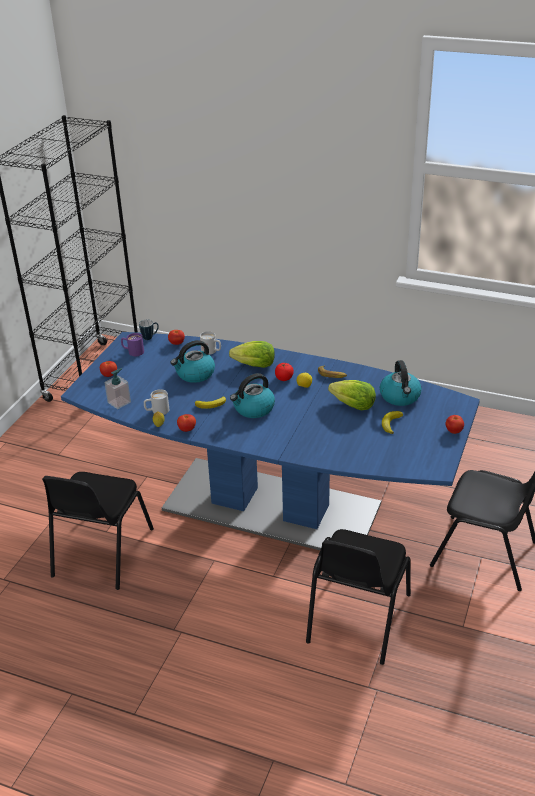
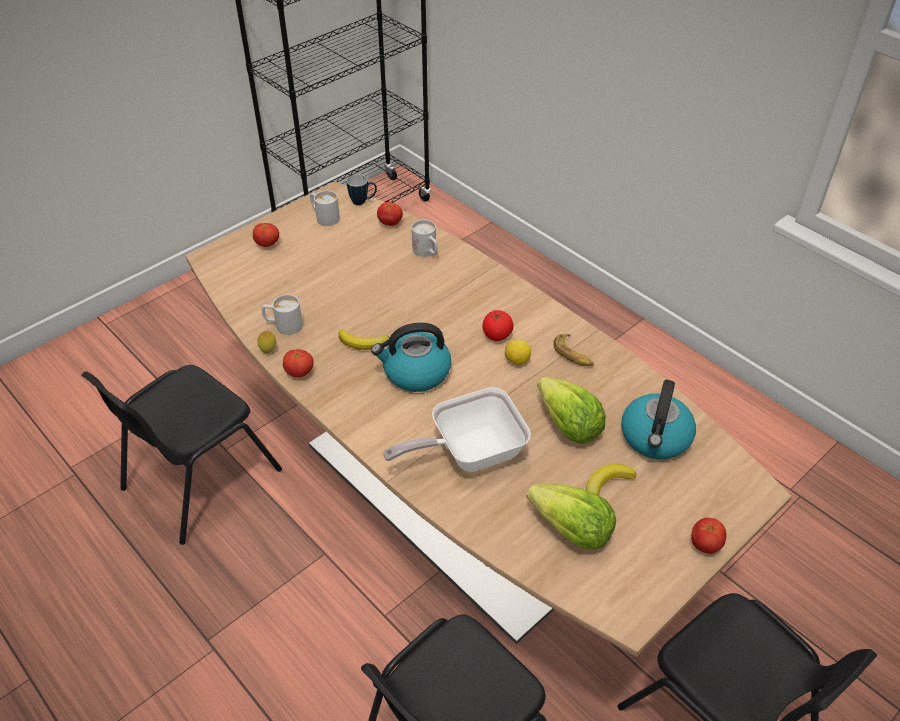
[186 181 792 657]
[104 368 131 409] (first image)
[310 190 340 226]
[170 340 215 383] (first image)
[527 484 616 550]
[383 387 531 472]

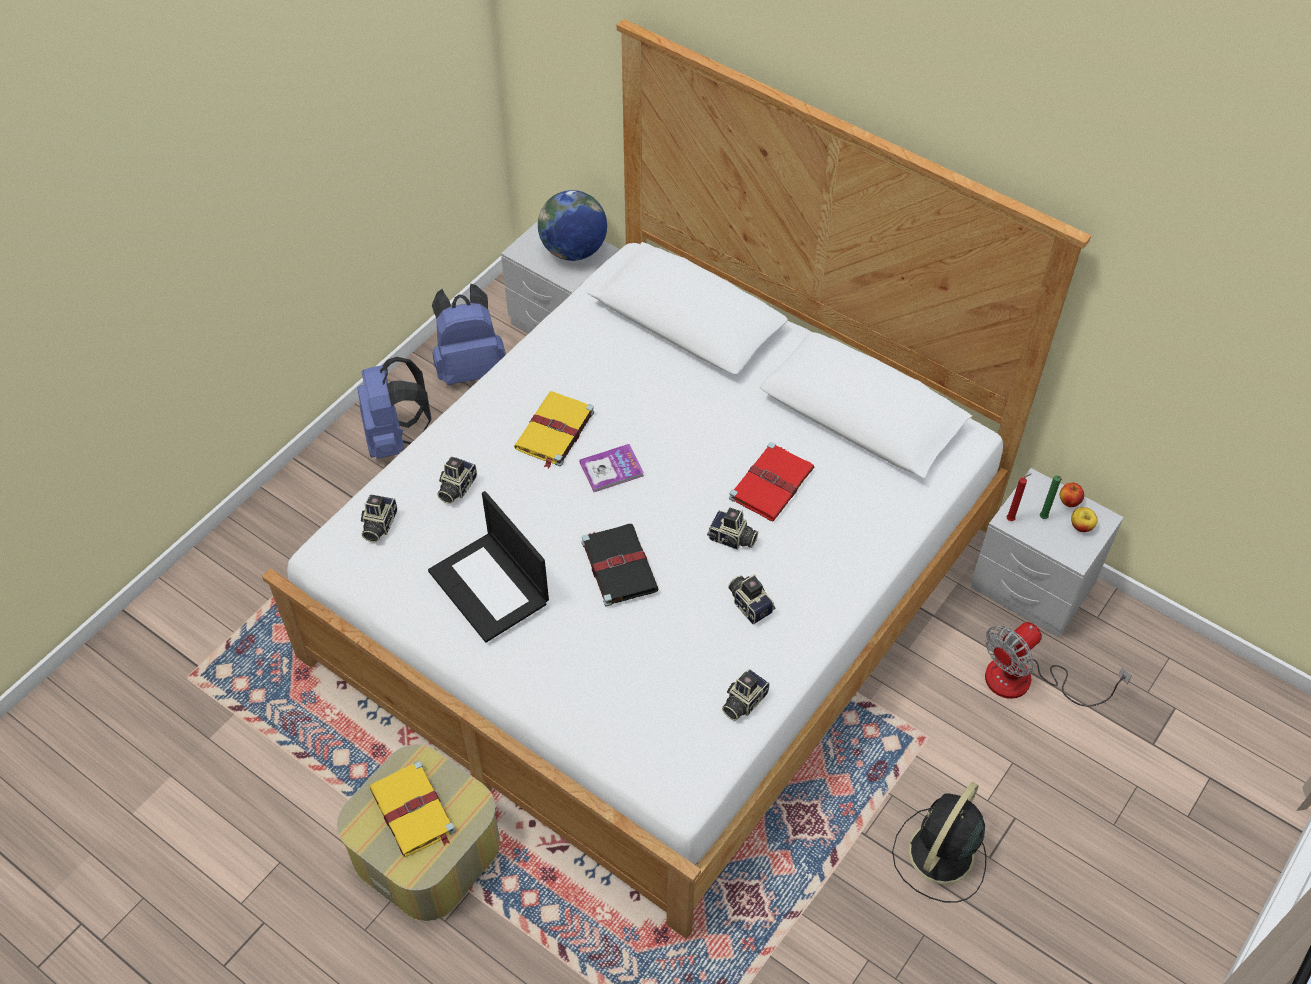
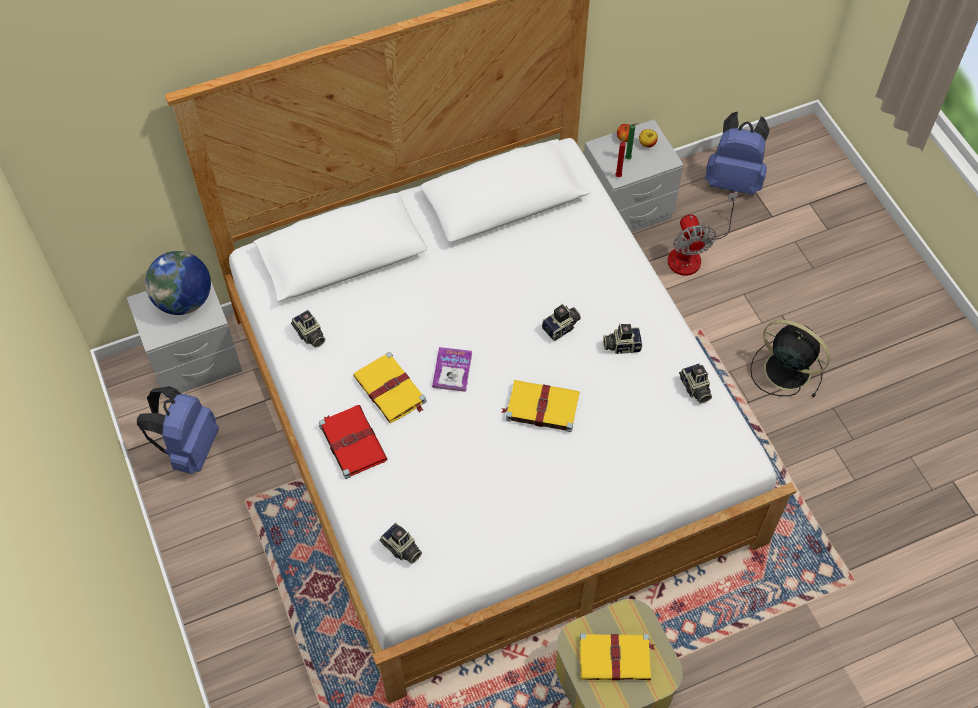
[705 112 770 195]
[428 491 549 643] (first image)
[291 310 325 348]
[502 380 580 432]
[319 405 387 479]
[750 320 830 398]

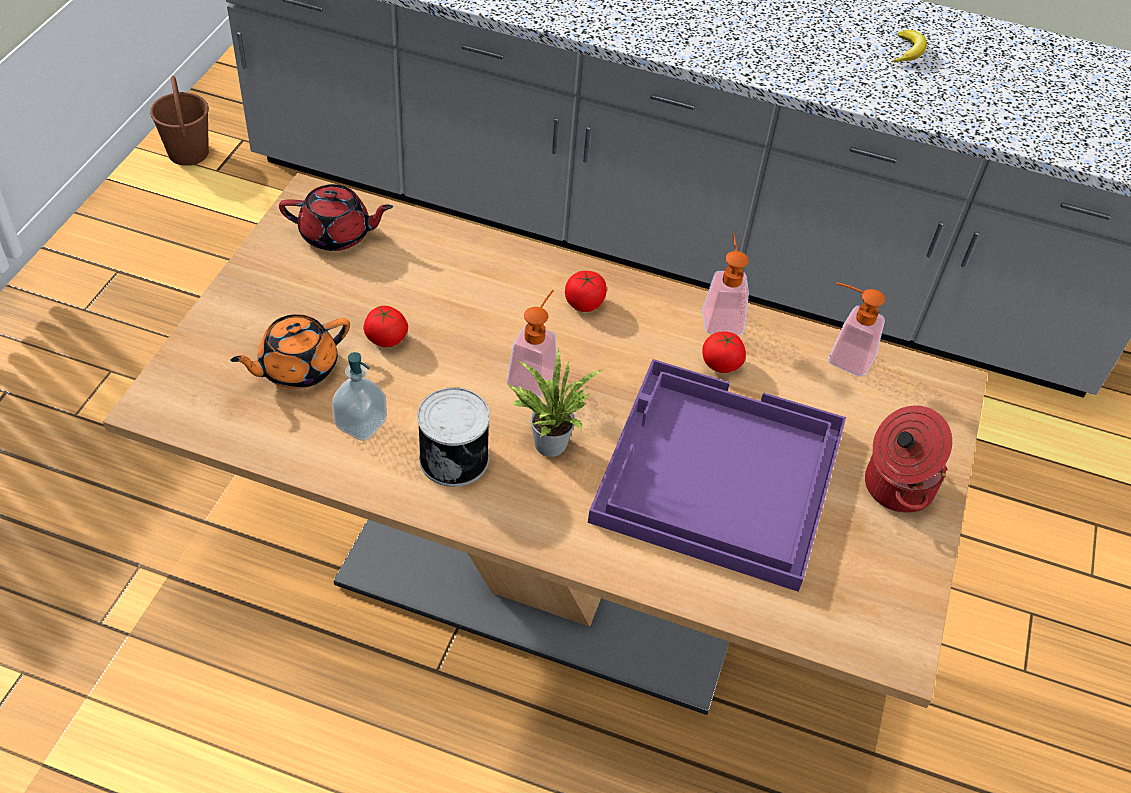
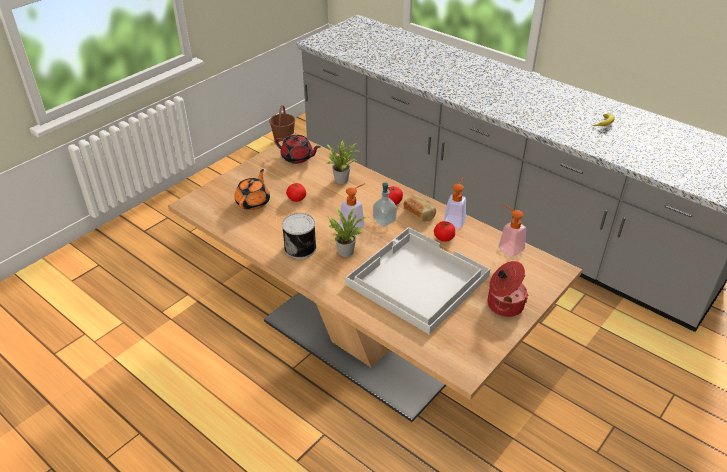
[235 169 270 210]
[373 183 397 227]
[345 227 490 335]
[326 140 359 184]
[403 194 436 222]

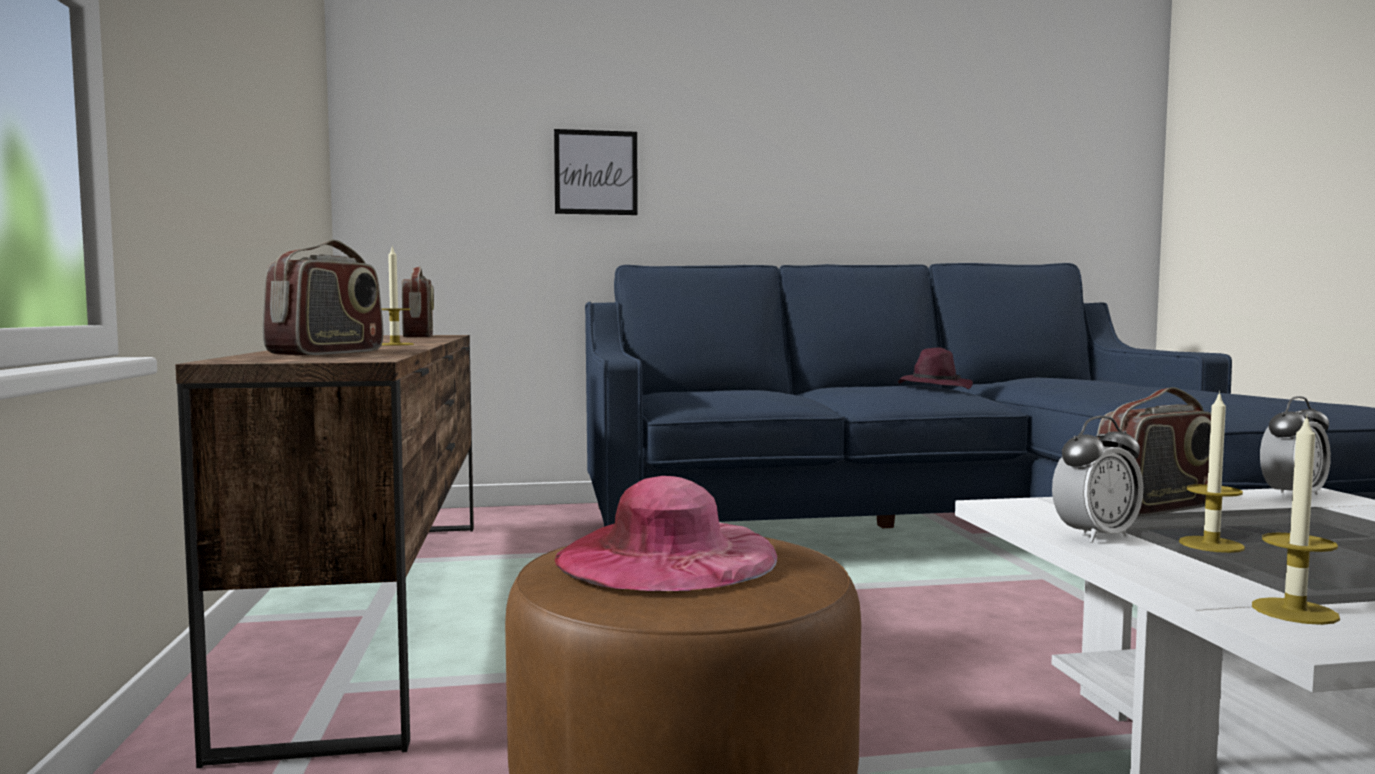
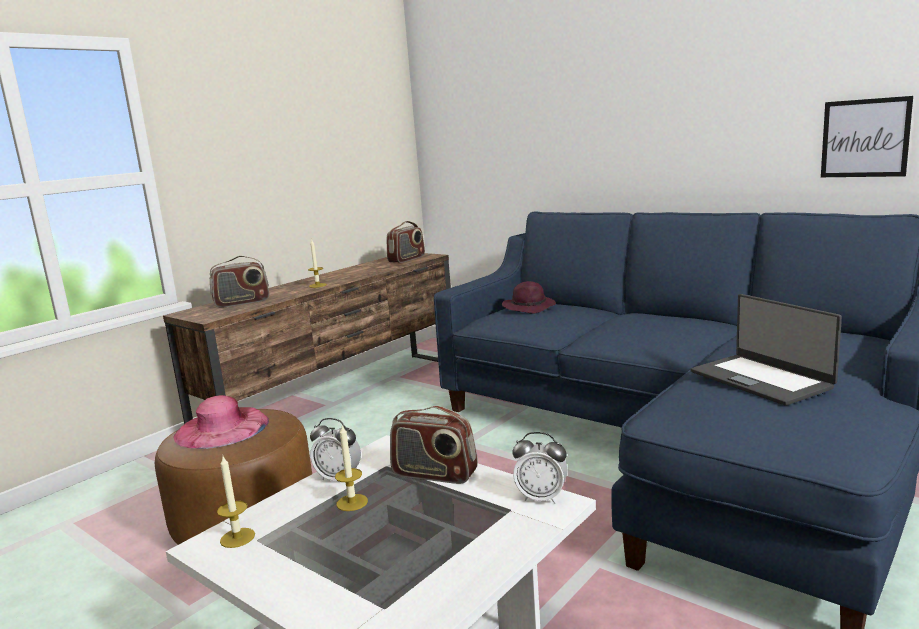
[821 96 913 177]
[502 281 556 314]
[691 294 842 406]

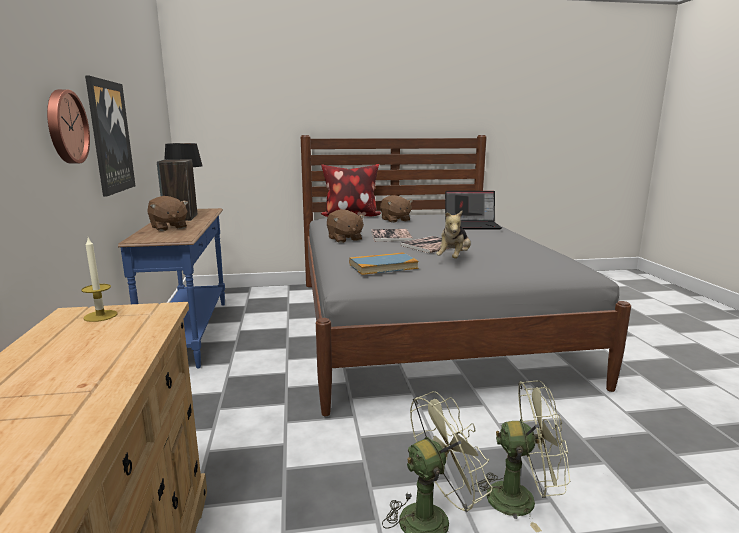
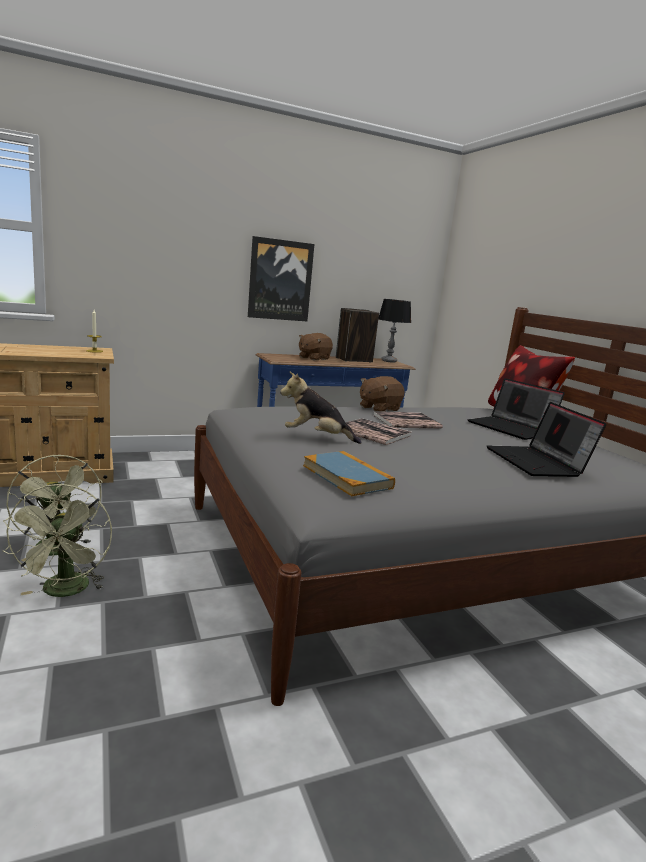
[47 89 90 164] (first image)
[303 451 395 496]
[468 378 565 440]

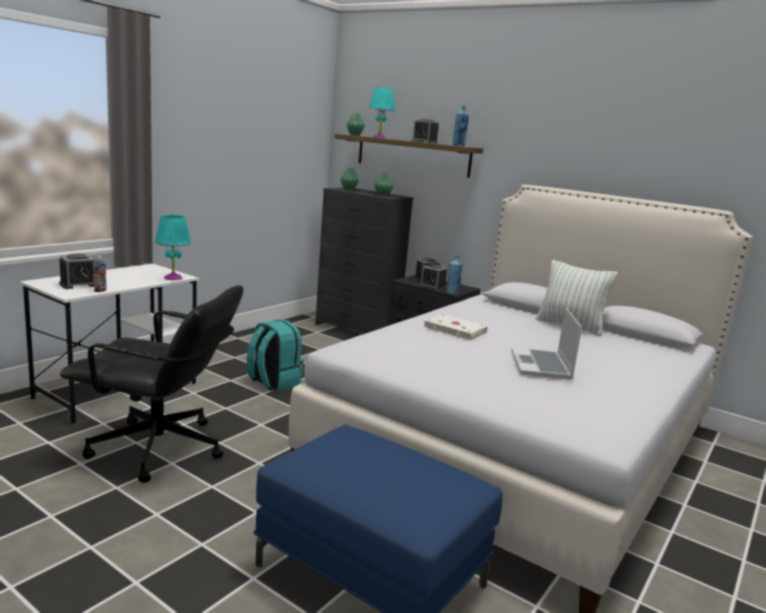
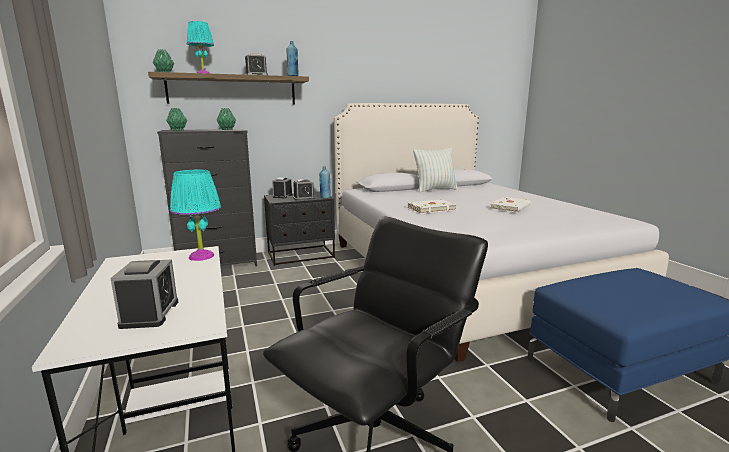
[93 257 106 292] (first image)
[247 319 304 391] (first image)
[490 197 531 212]

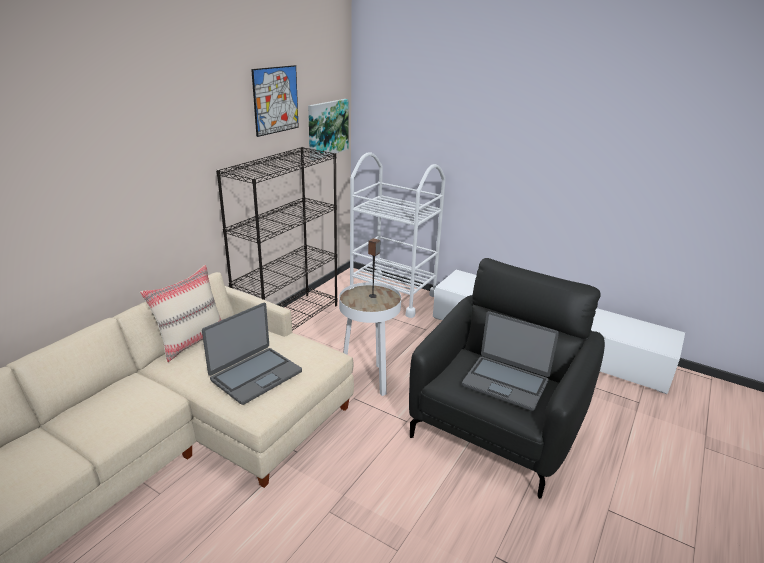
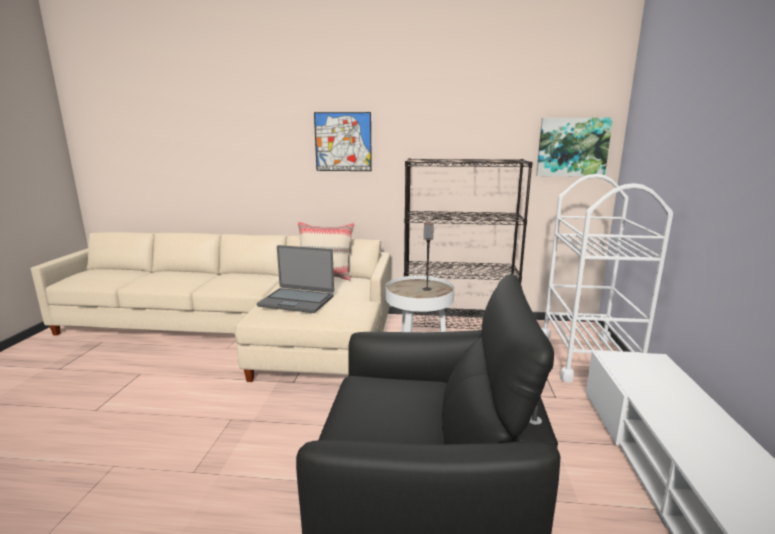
[314 112 372 171]
[462 311 559 411] (first image)

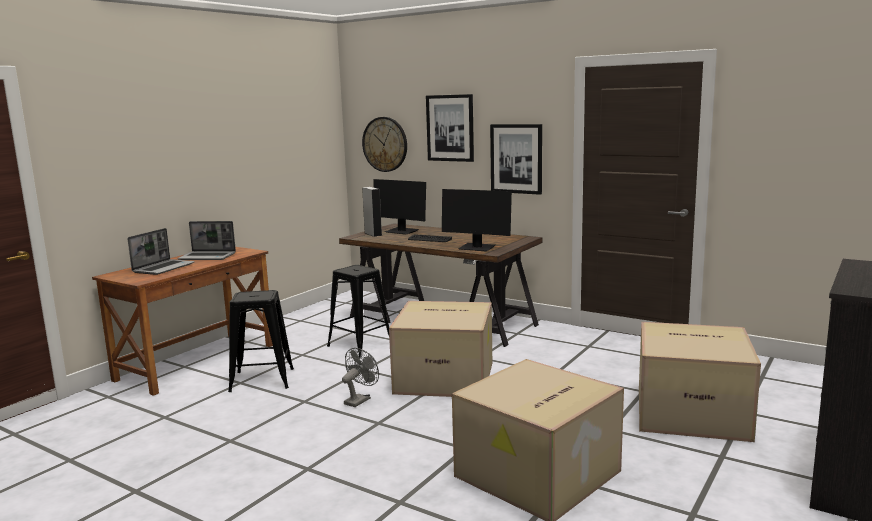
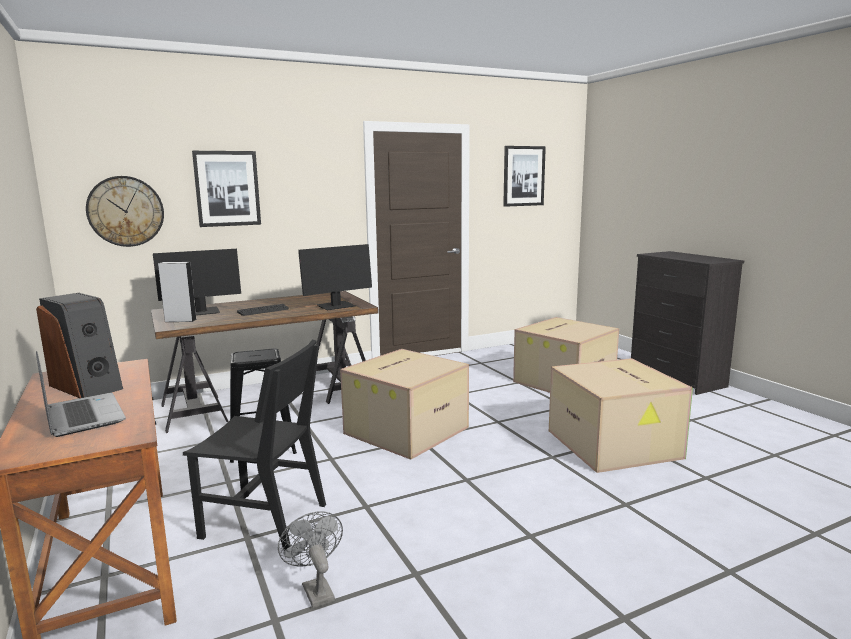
[36 293 123 398]
[183 340 326 551]
[278 511 343 608]
[503 146 546 207]

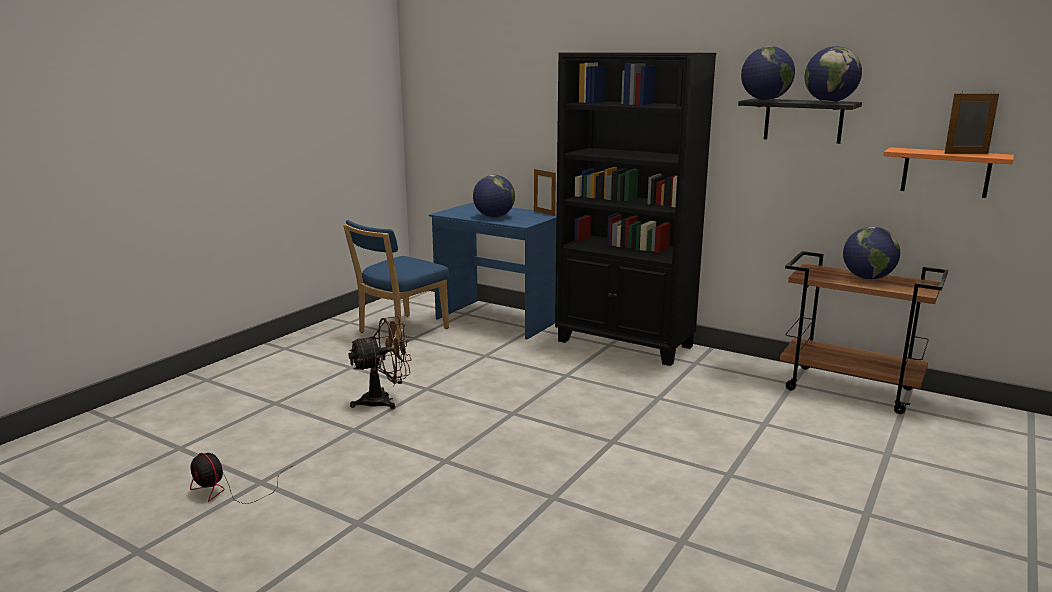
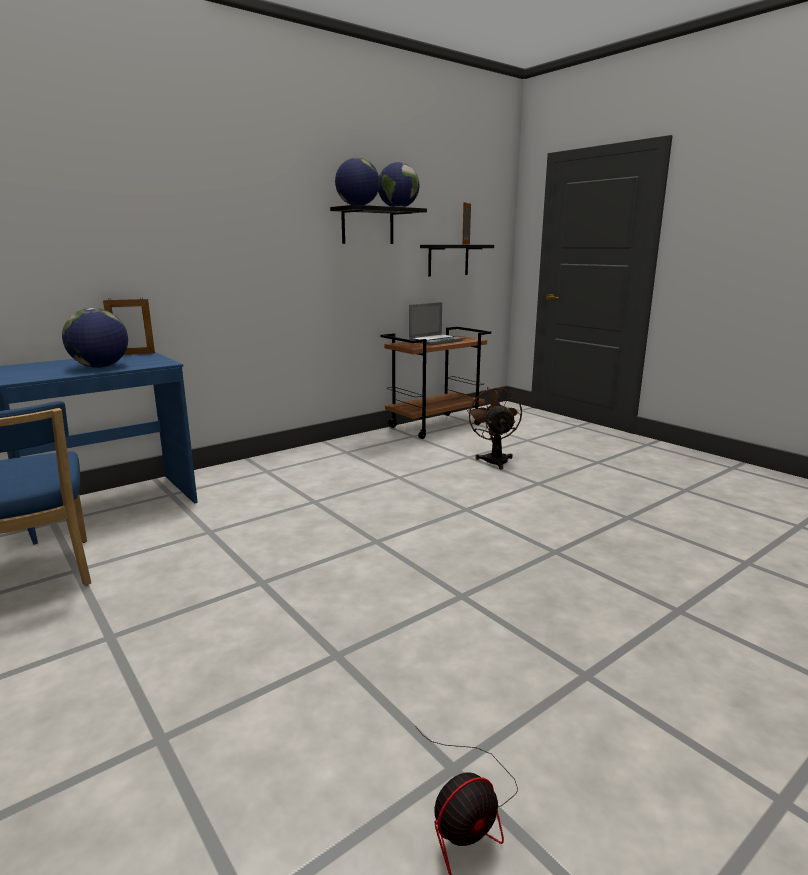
[467 387 522 470]
[555 52 716 366] (first image)
[409 302 464 345]
[420 245 494 276]

